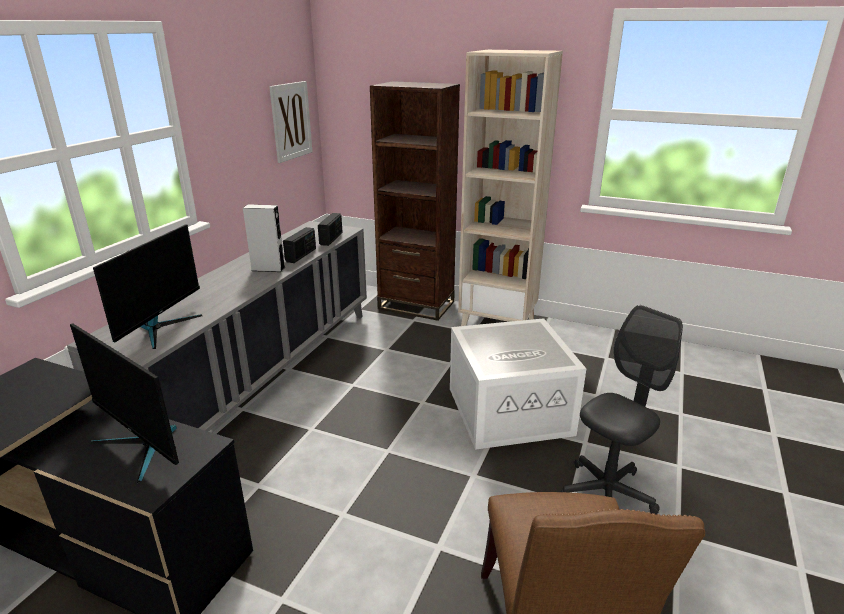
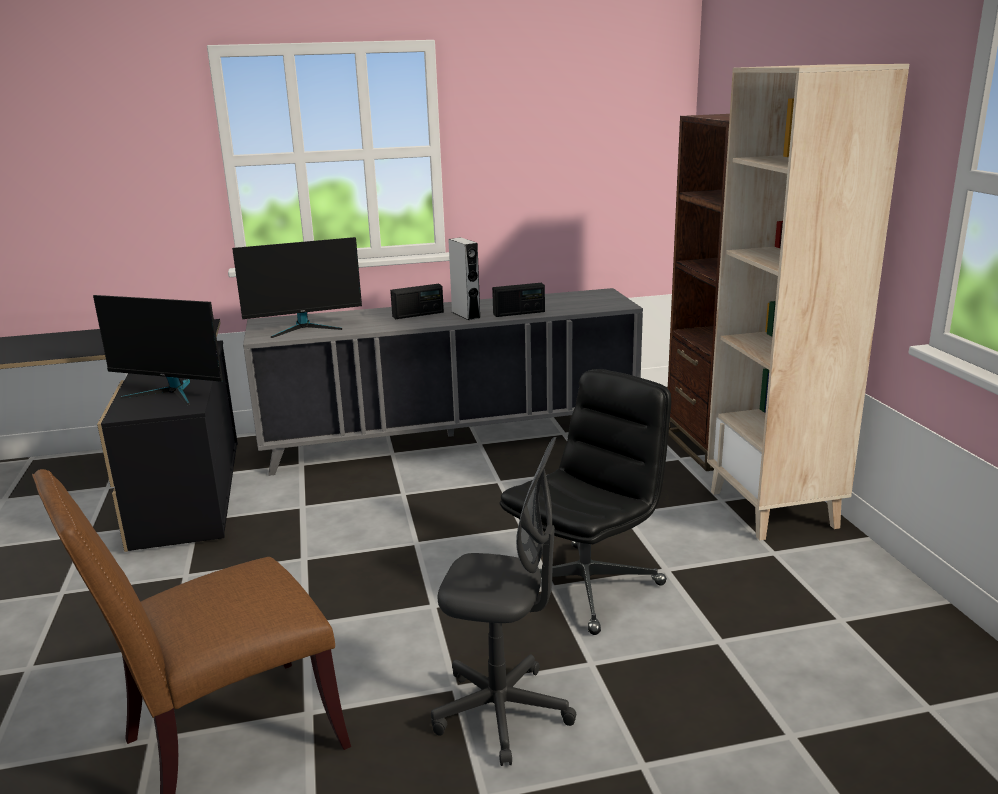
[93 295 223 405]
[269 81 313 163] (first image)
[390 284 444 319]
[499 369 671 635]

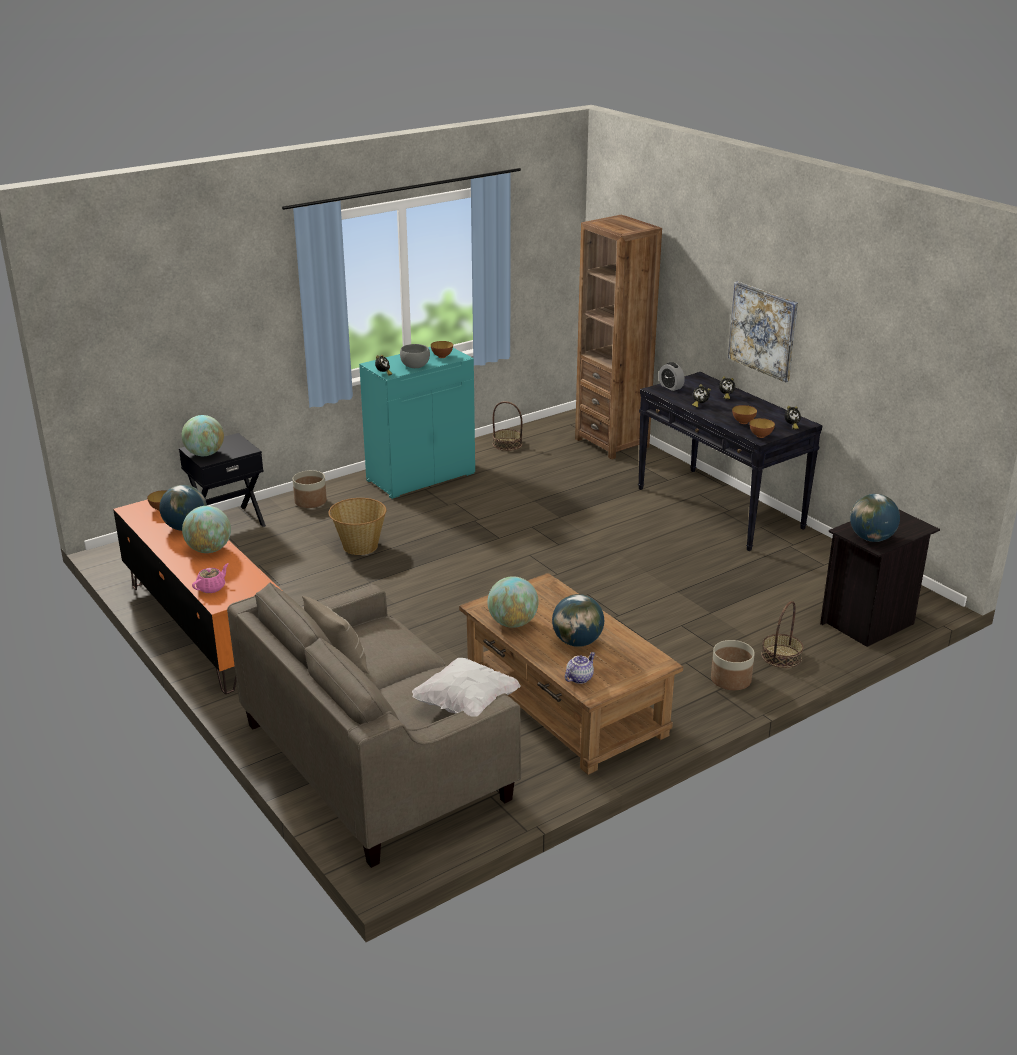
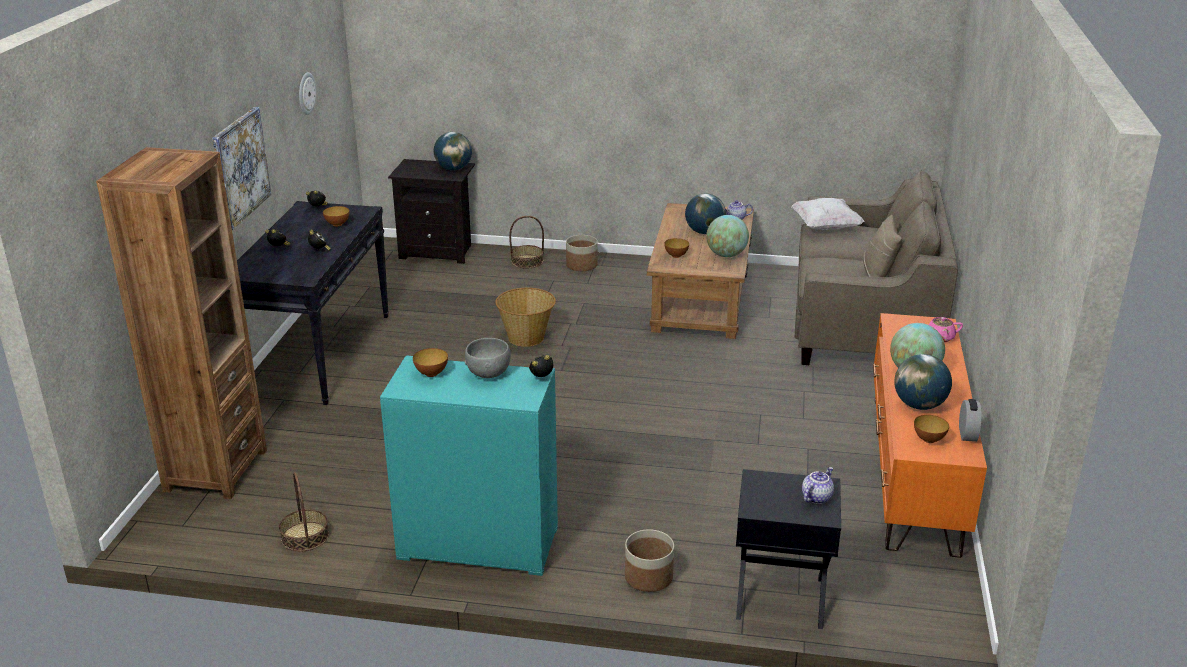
[802 467 834 504]
[495 288 556 347]
[959 399 981 442]
[664 238 689 258]
[299 72 316 115]

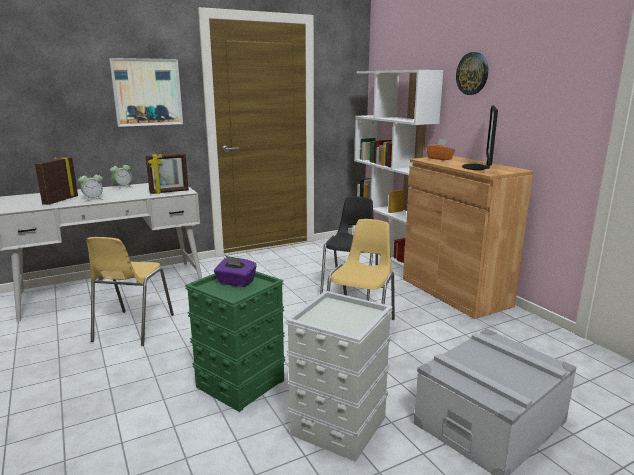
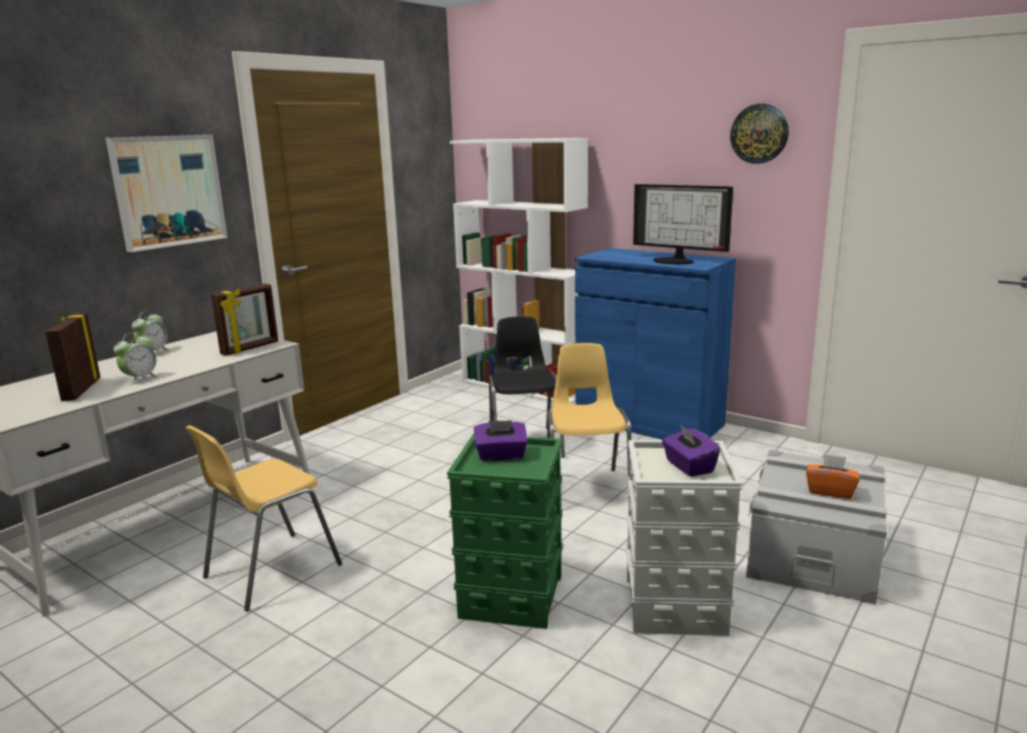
[186 425 342 611]
[575 248 736 440]
[806 454 859 499]
[730 104 789 164]
[633 184 733 264]
[662 424 720 477]

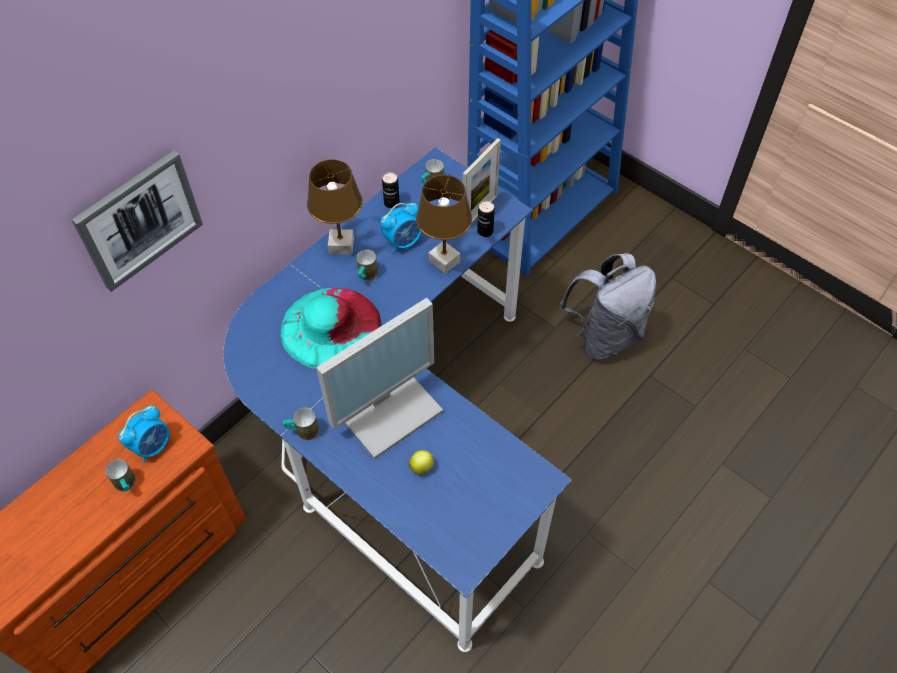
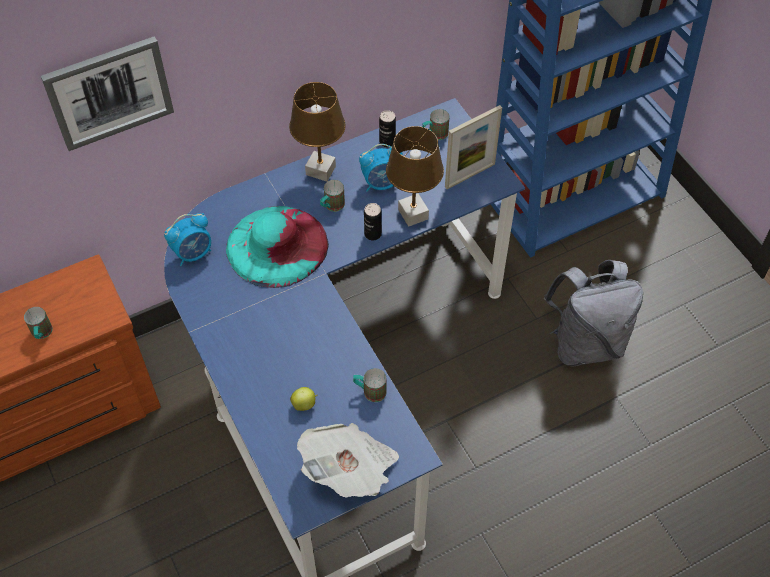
[164 213 211 266]
[353 368 386 402]
[316 298 443 459] (first image)
[364 203 382 240]
[297 423 399 498]

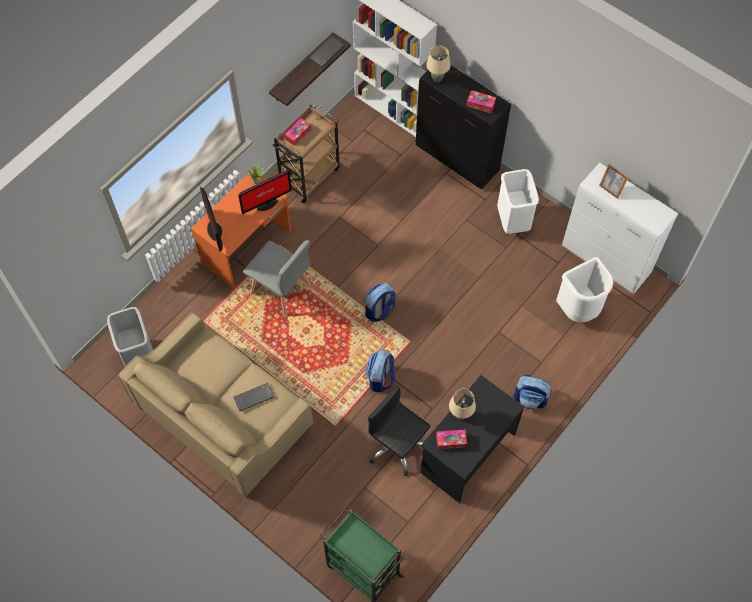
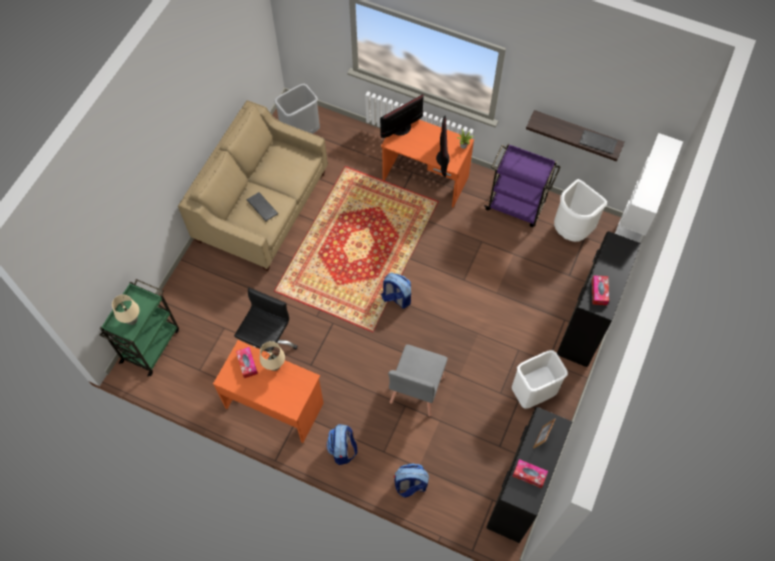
[436 115 449 178]
[388 344 448 416]
[484 144 561 227]
[513 459 548 488]
[394 463 429 498]
[213 340 324 443]
[112 294 139 325]
[554 179 607 242]
[486 407 573 543]

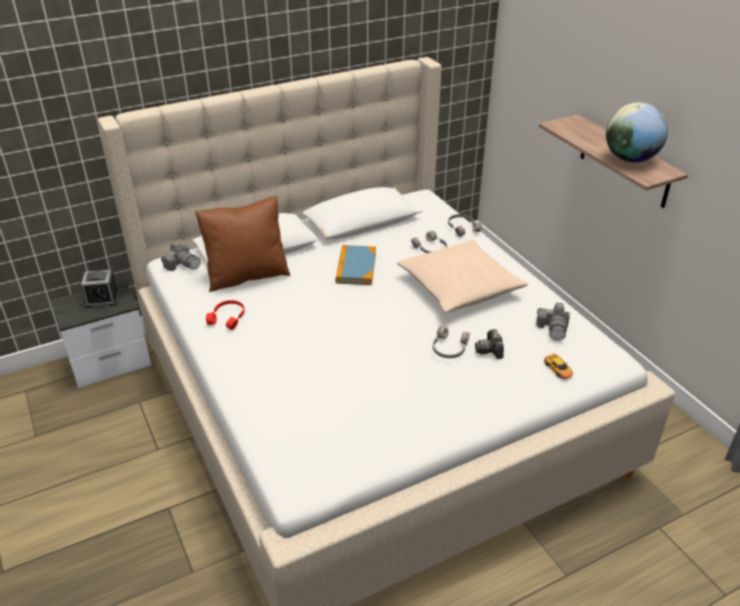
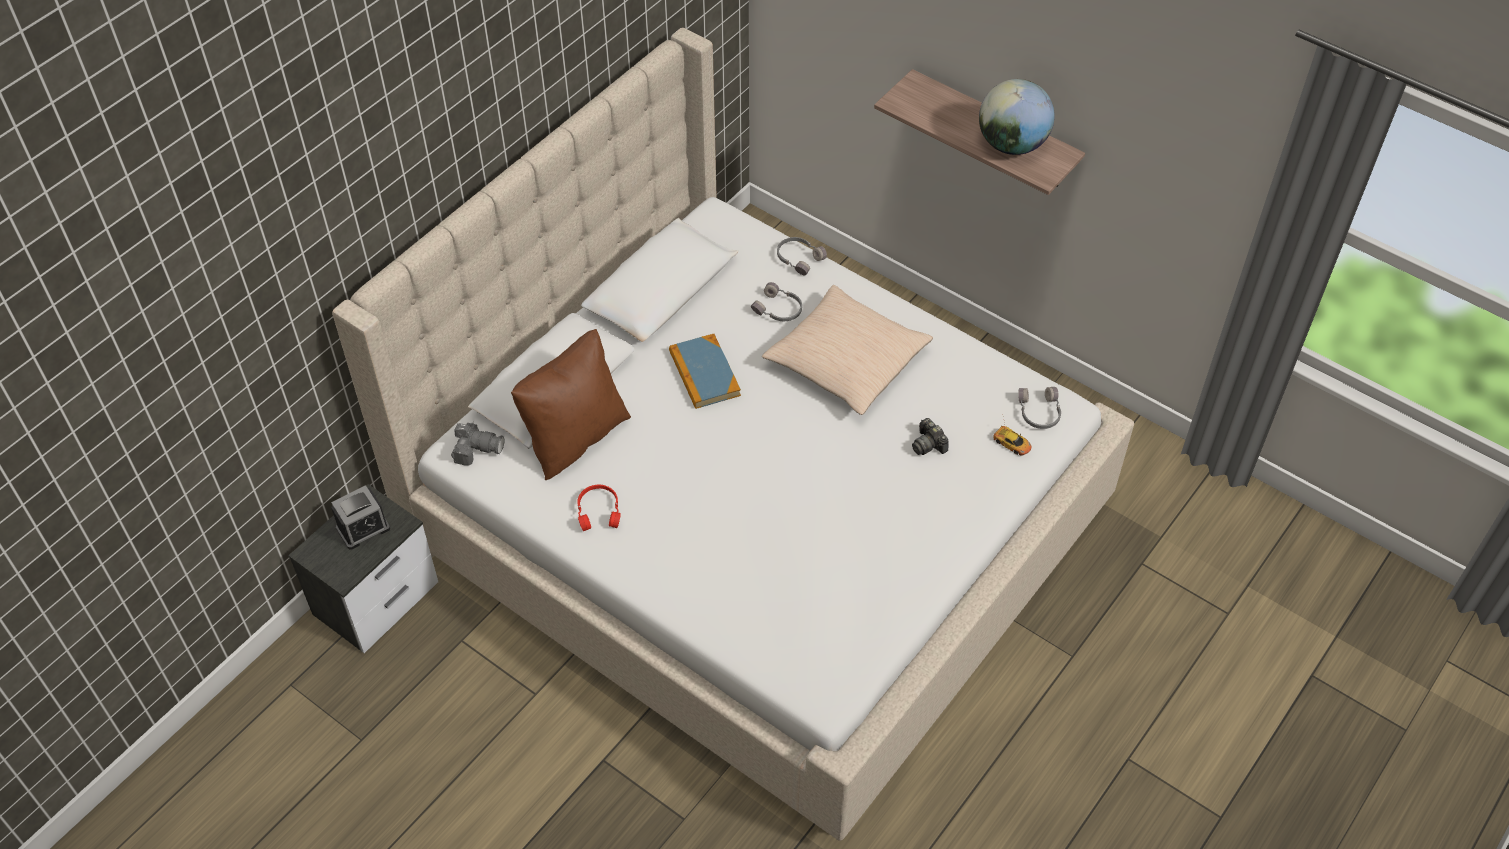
[1018 387 1061 429]
[536 303 571 340] (first image)

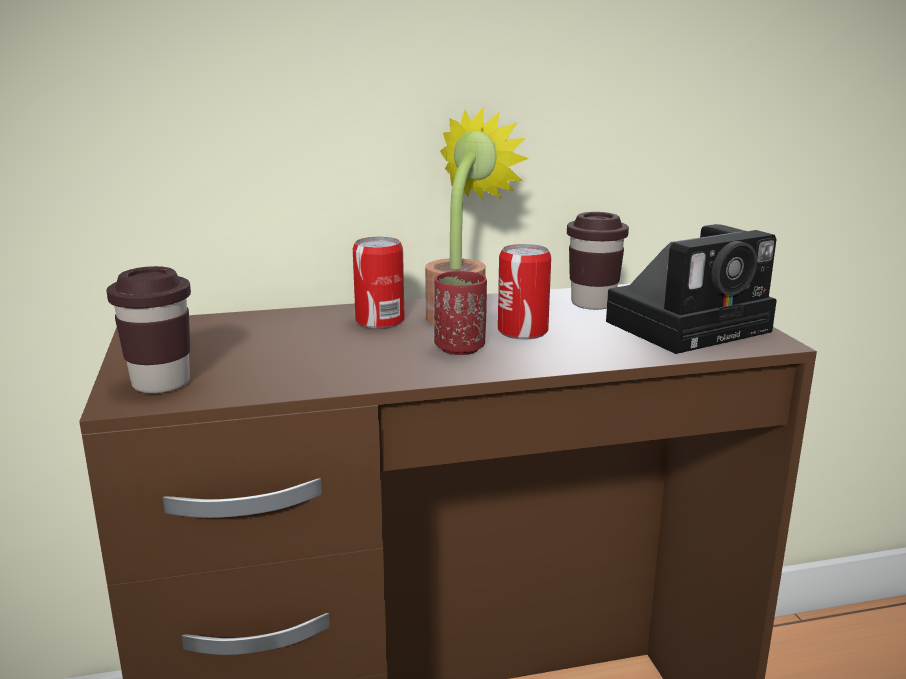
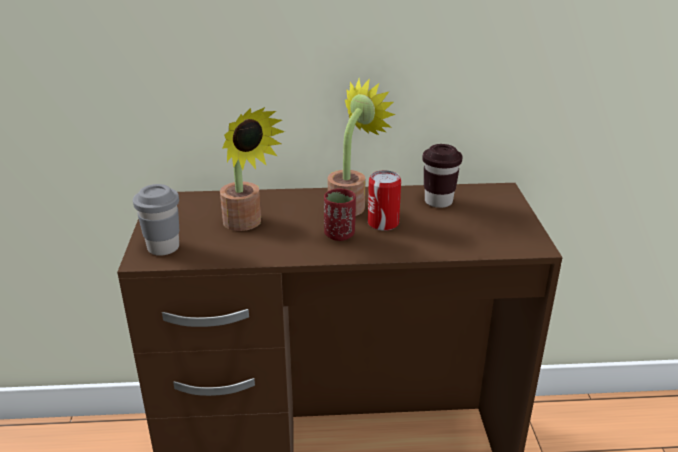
[133 184 179 256]
[353 237 405 329] (first image)
[606 224 777 354] (first image)
[220 107 285 231]

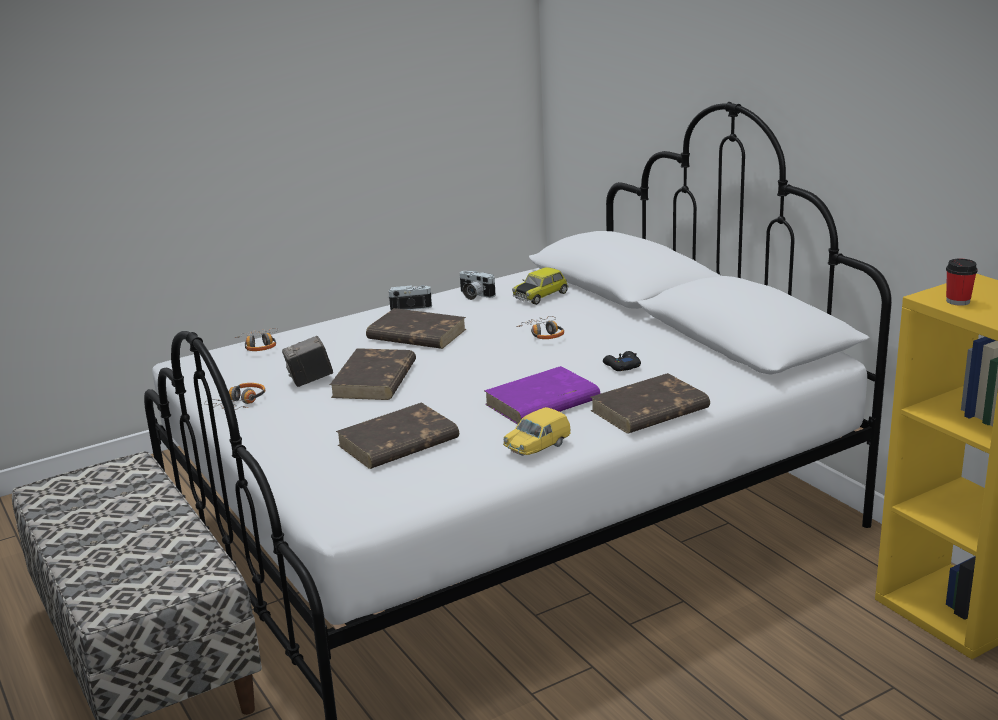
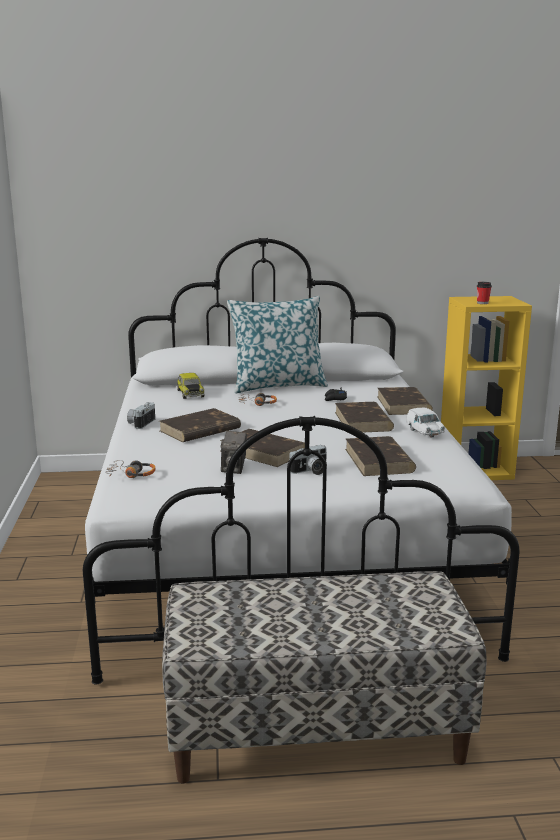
[204 383 265 410] (first image)
[289 445 327 475]
[335 402 394 433]
[406 408 445 438]
[227 296 328 393]

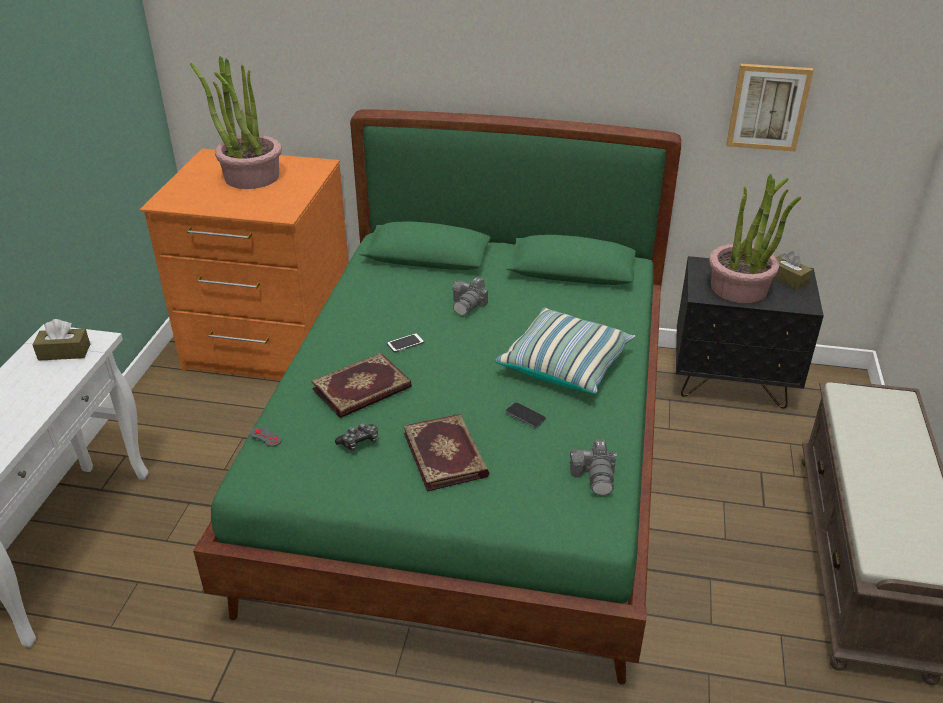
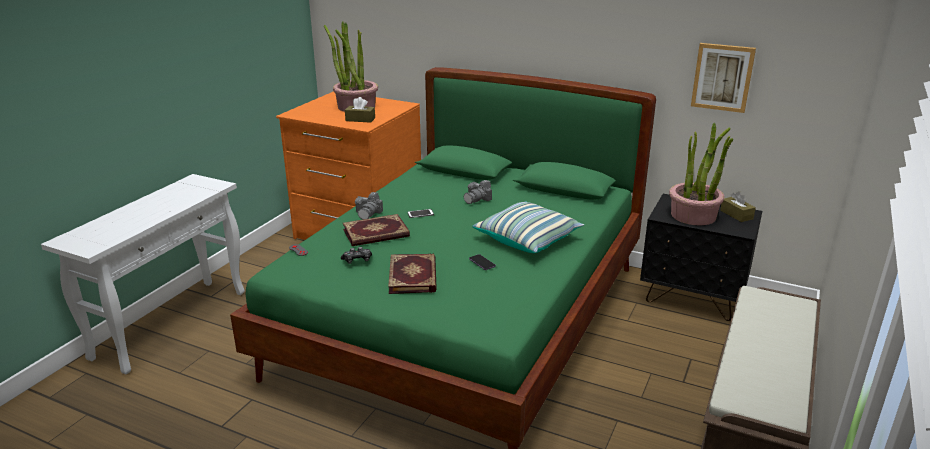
[345 97 375 123]
[355 192 383 220]

